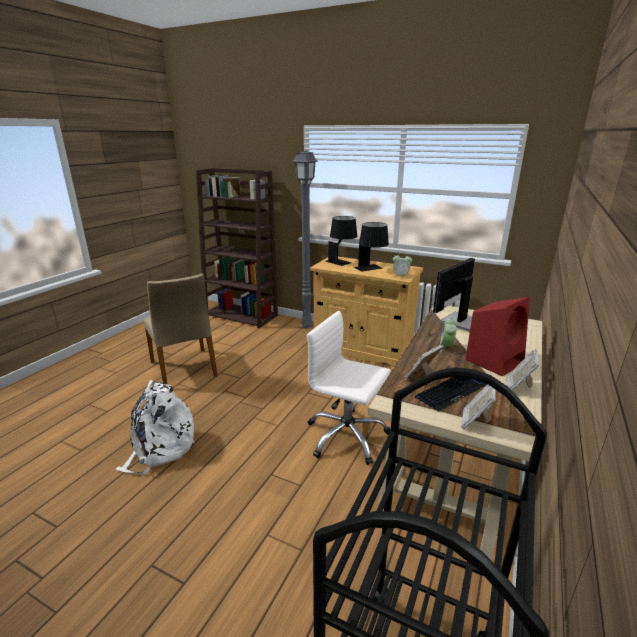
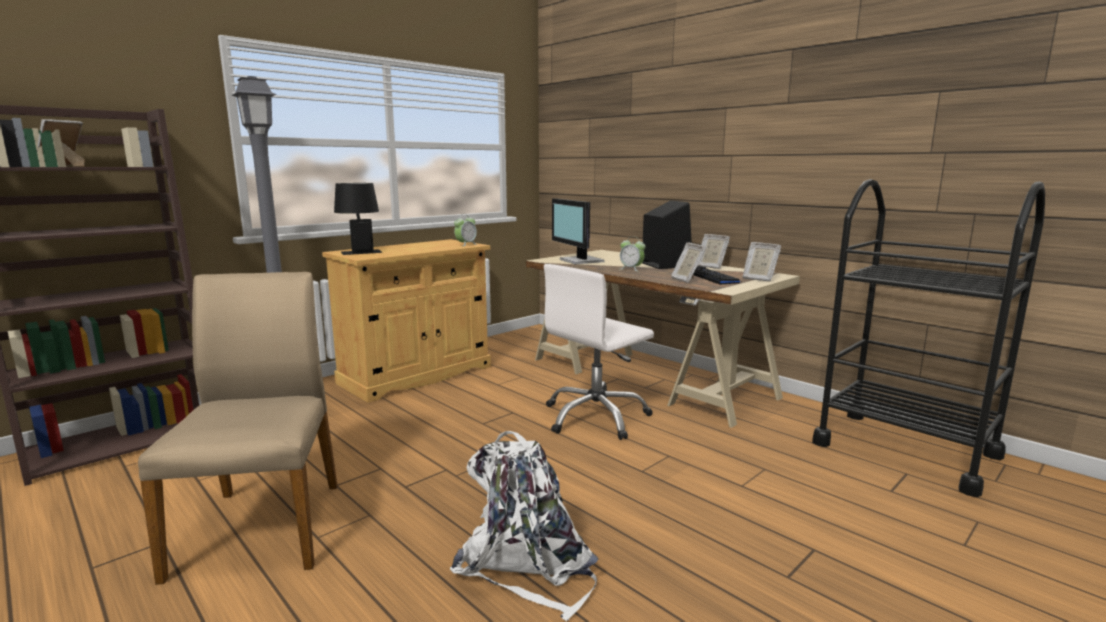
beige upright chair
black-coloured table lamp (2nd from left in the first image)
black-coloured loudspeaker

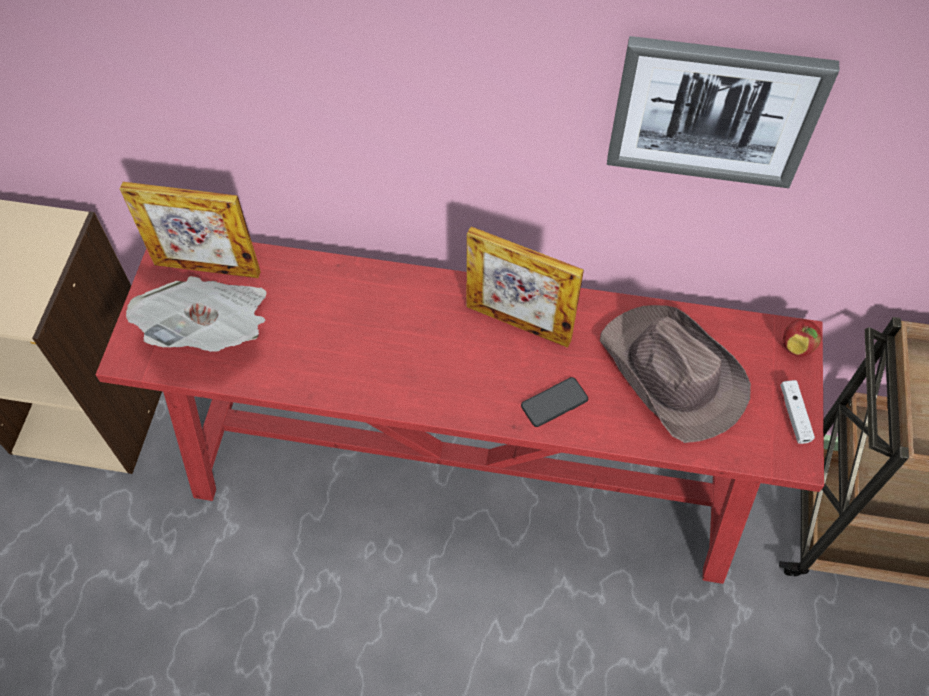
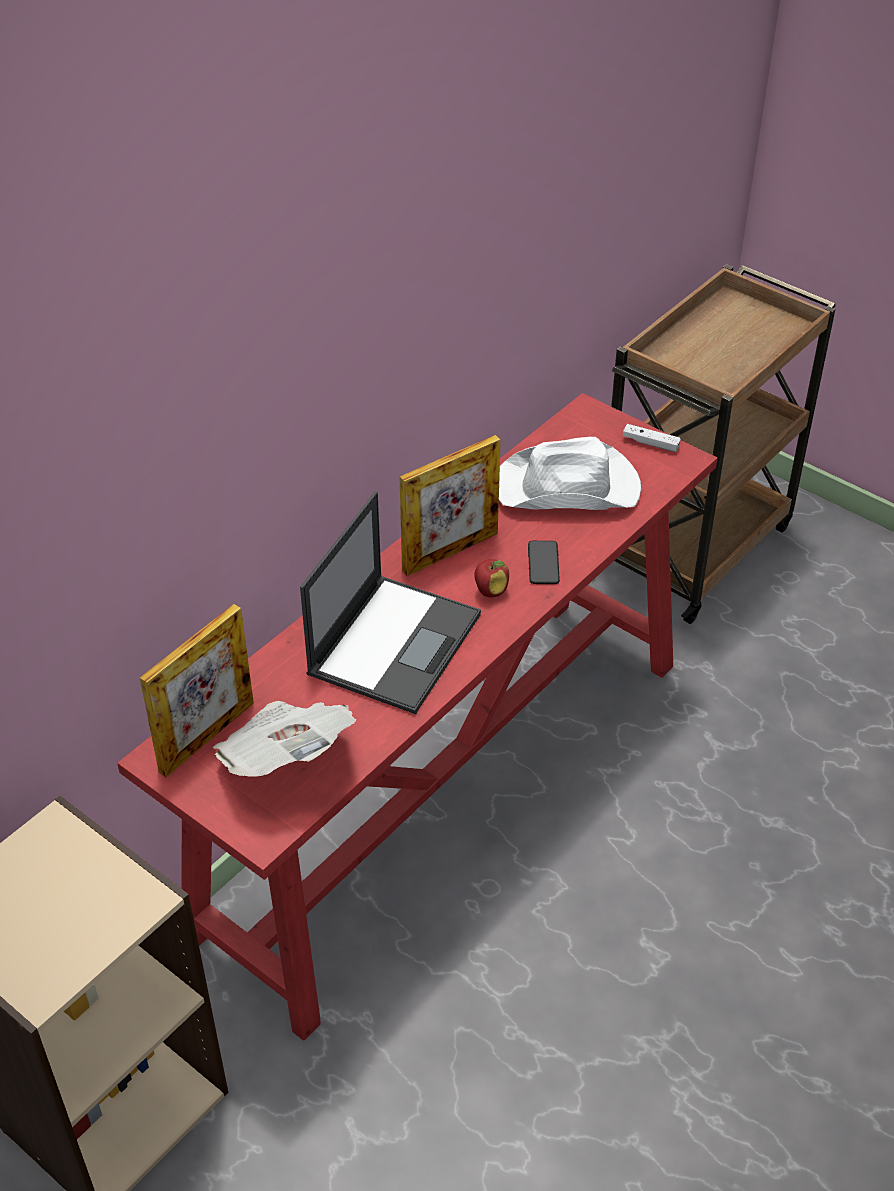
whitish clothing hat
wall picture
apple fruit
notebook computer

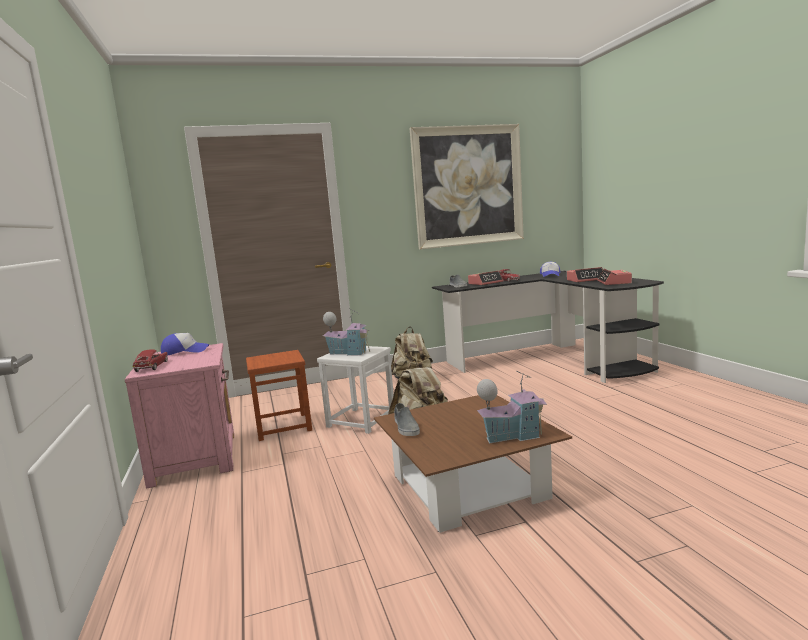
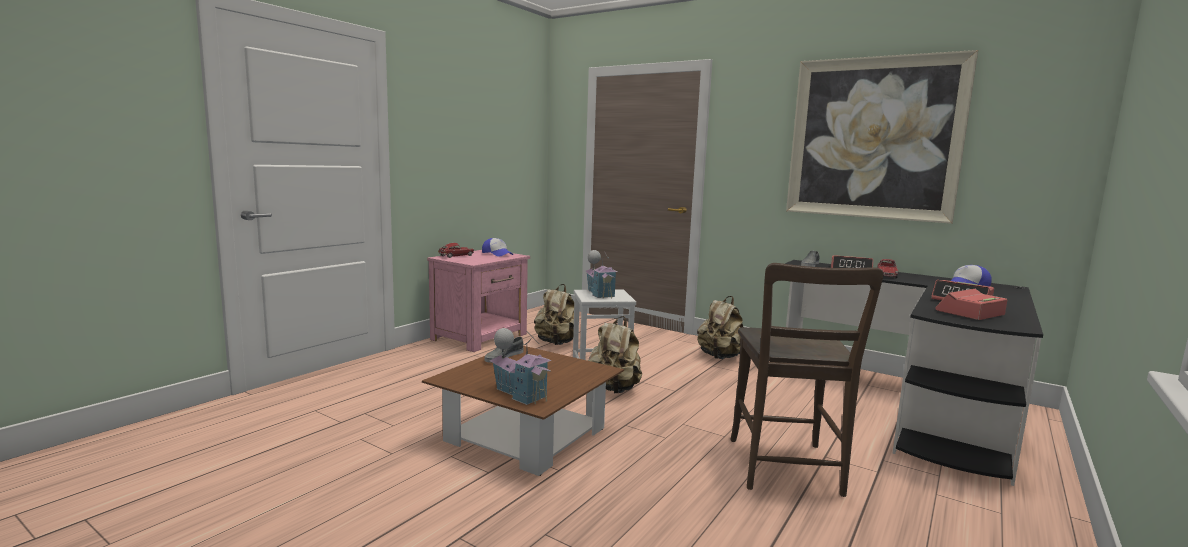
beige rucksack (1st from left)
brown-coloured upright chair

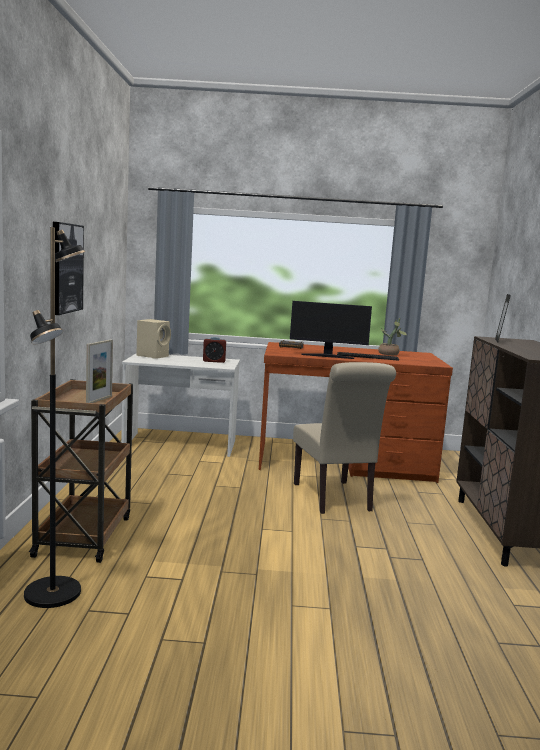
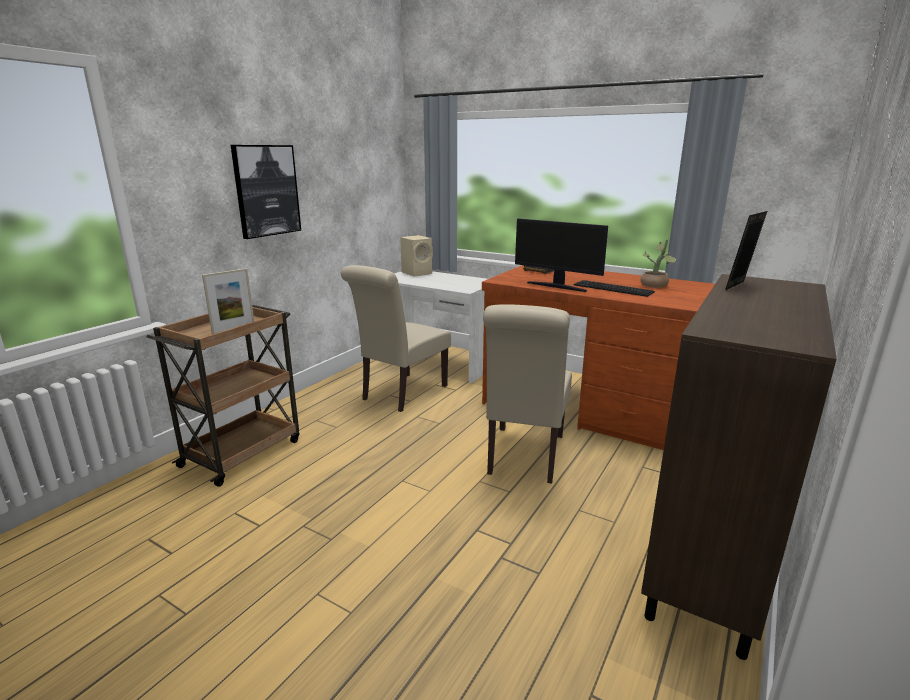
black-coloured standard lamp
table clock
beige upright chair (1st from left)

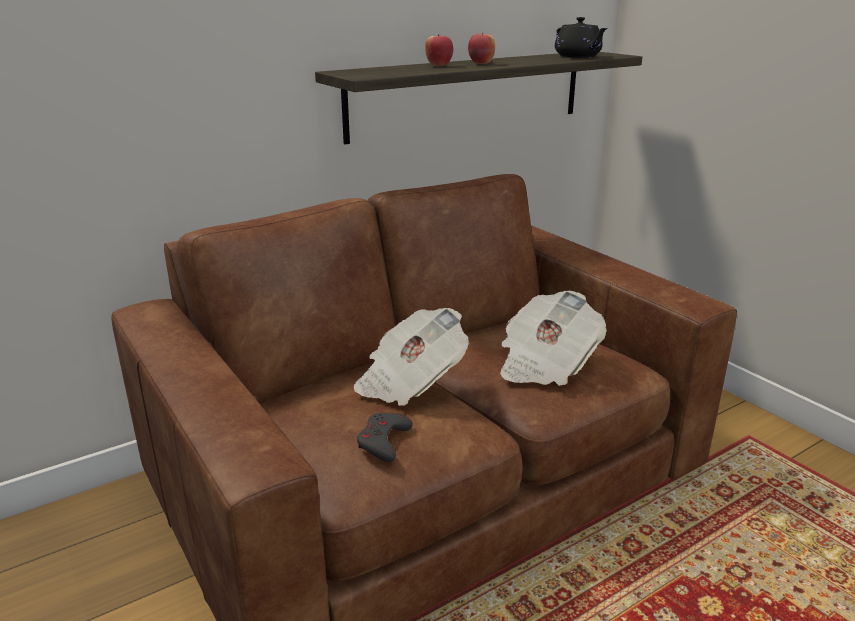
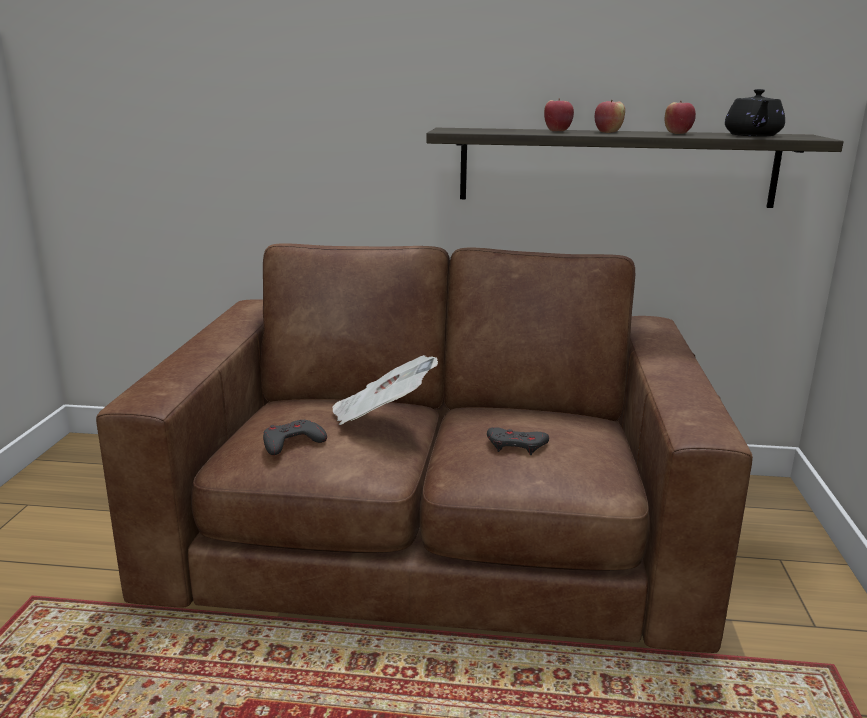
grey gamepad (2nd from left)
apple fruit (3rd from left)

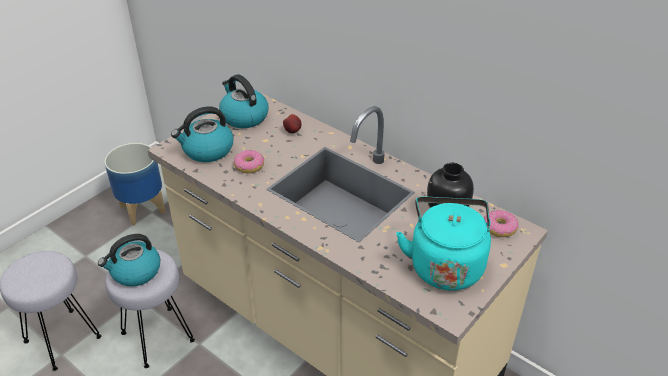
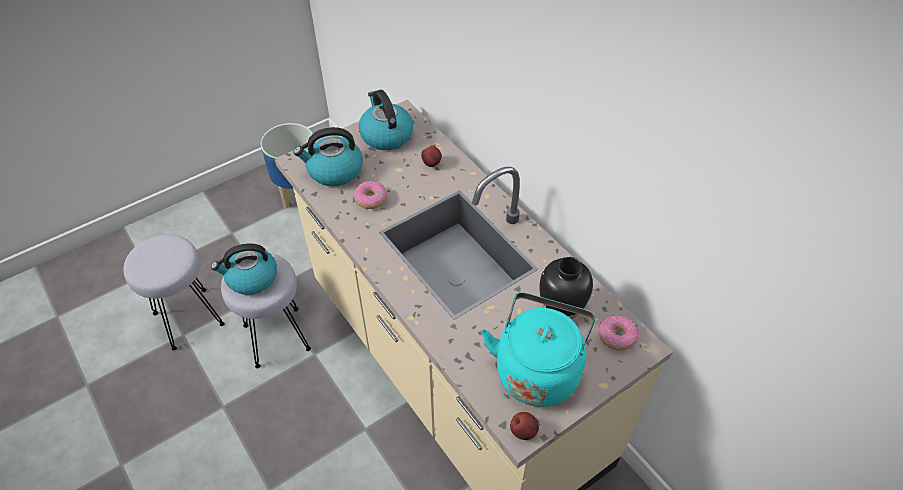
apple fruit (2nd from left)

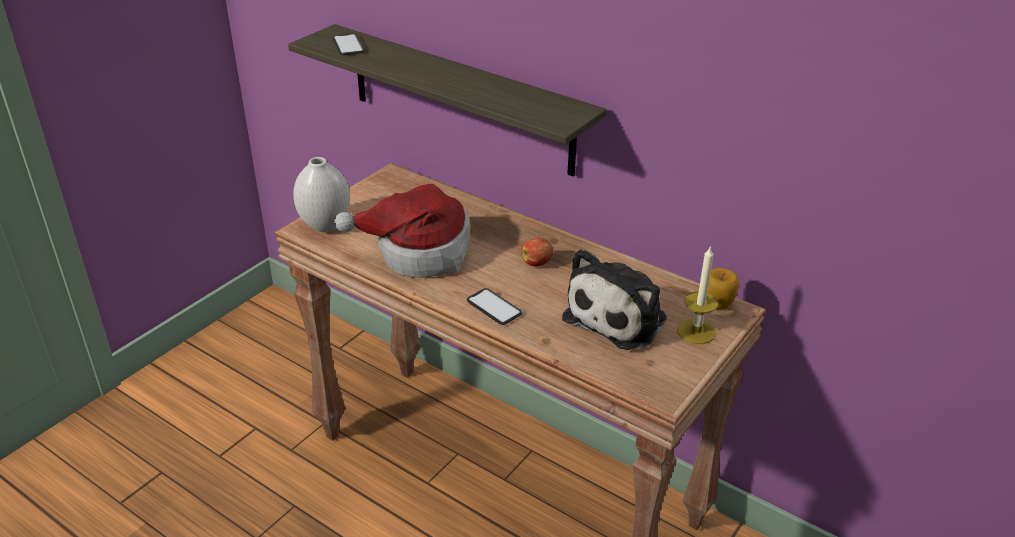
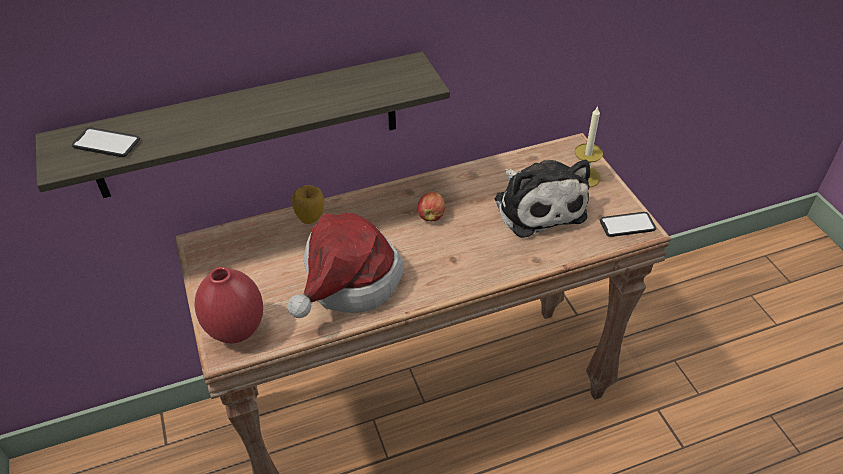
reddish flower vase
phone (2nd from left)
apple fruit (1st from left)

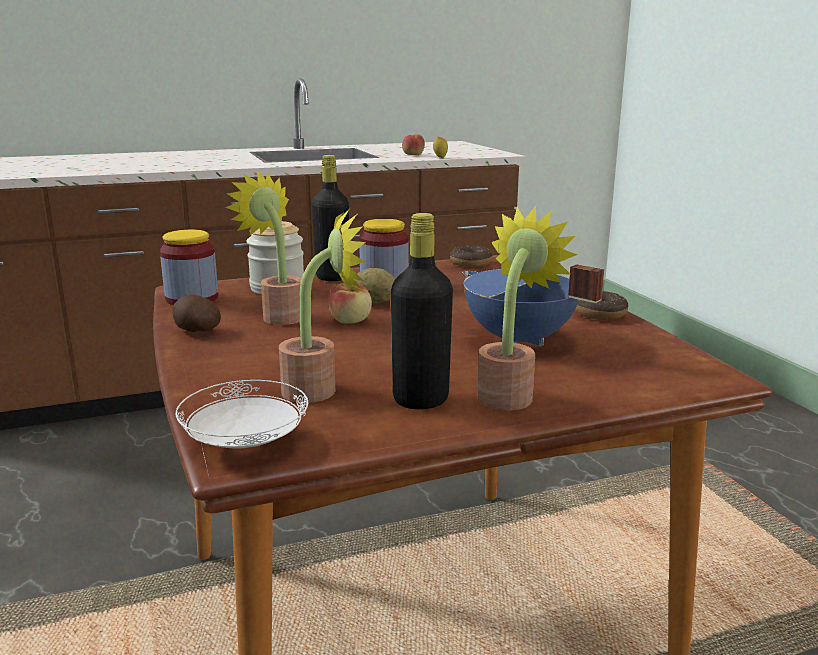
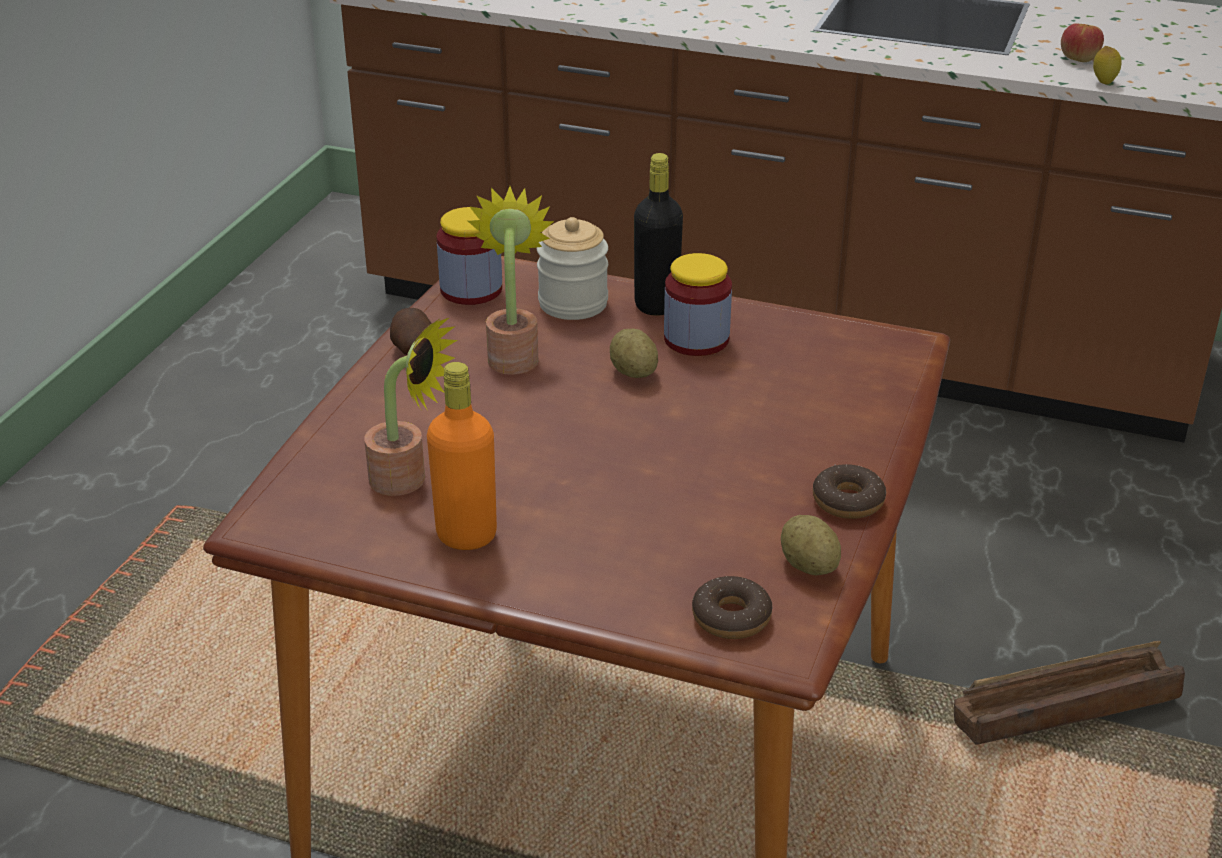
whitish plate
apple fruit (1st from left in the first image)
orangey beverage bottle
doughnut (1st from left)
blue cooking pot
potted plant (3rd from left in the first image)
potato (3rd from left)
packing crate

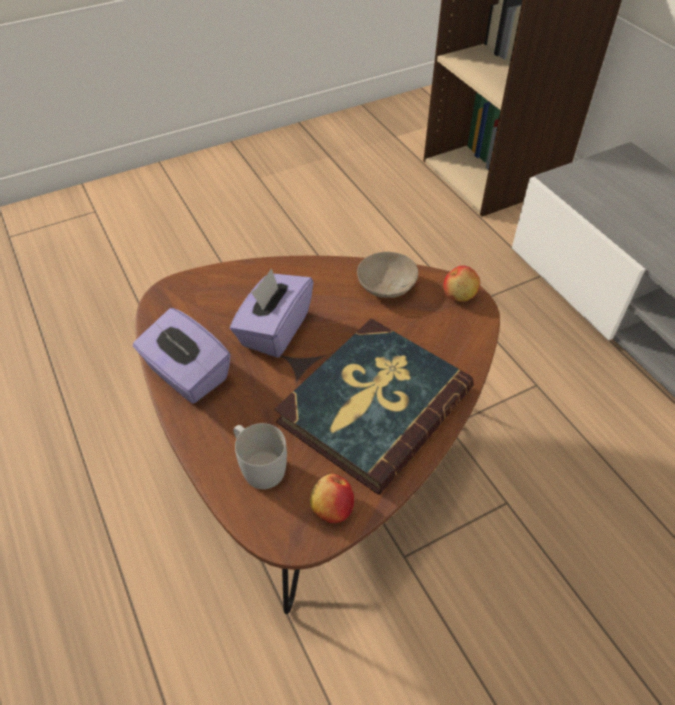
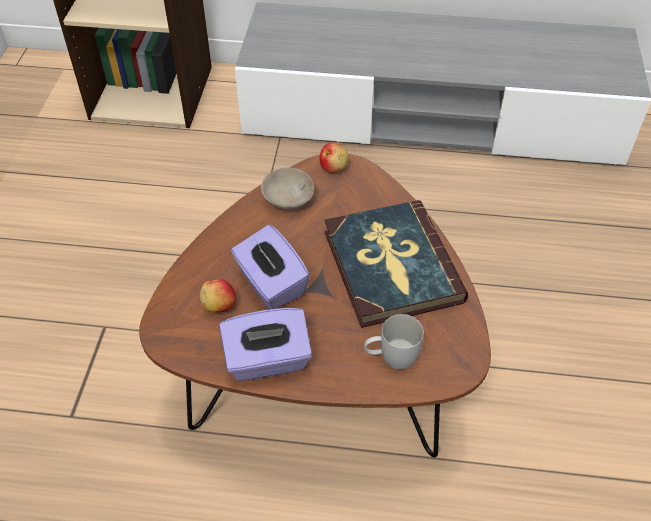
apple fruit (1st from left)

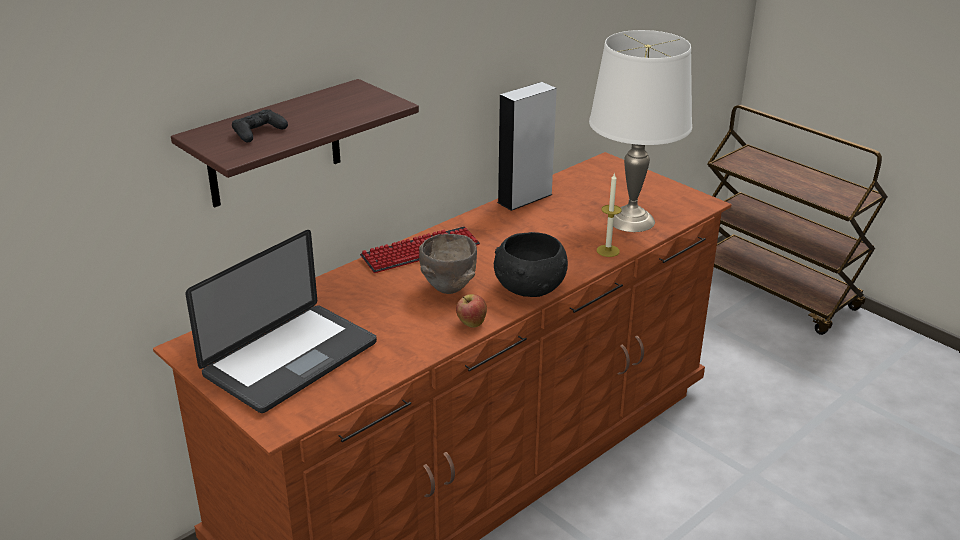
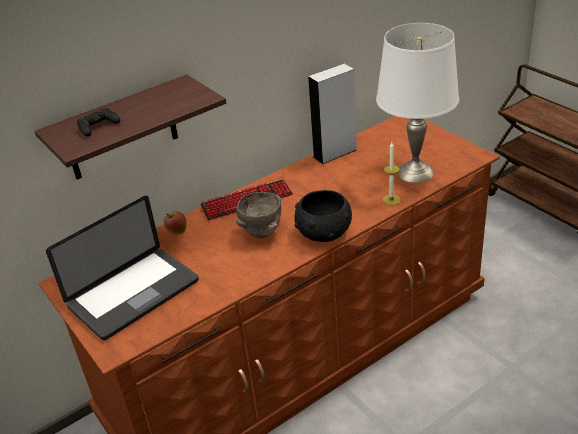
apple fruit

